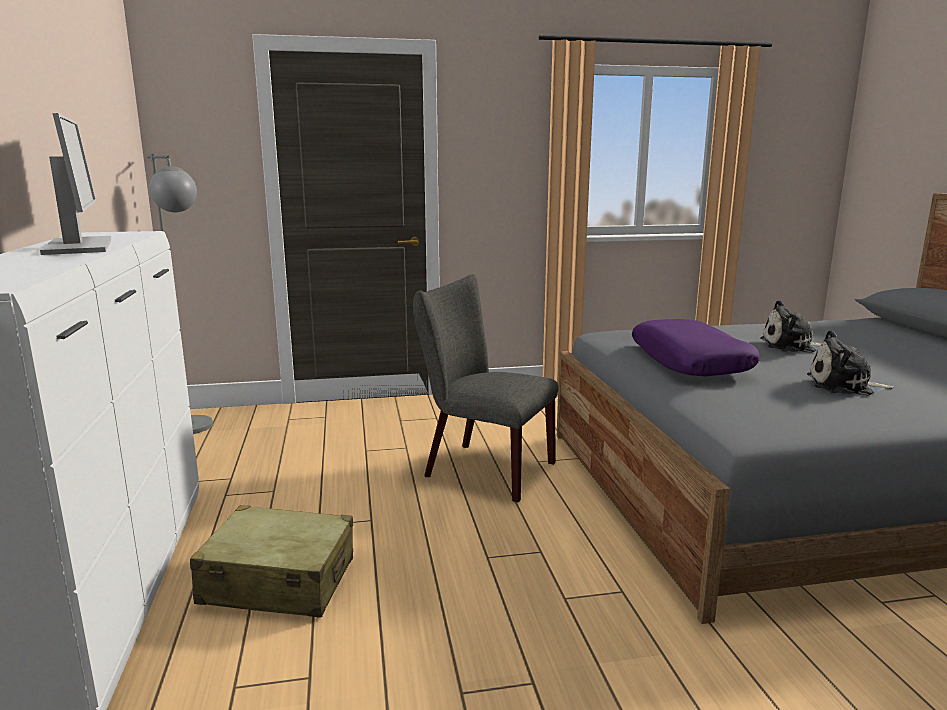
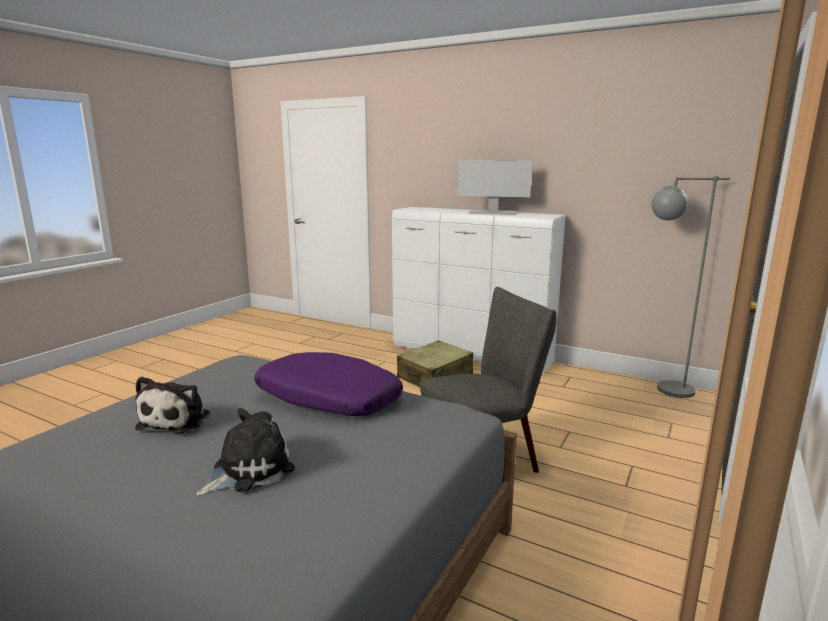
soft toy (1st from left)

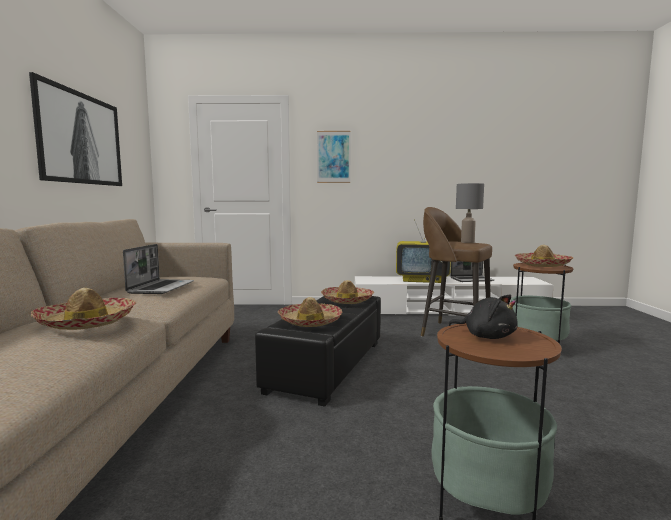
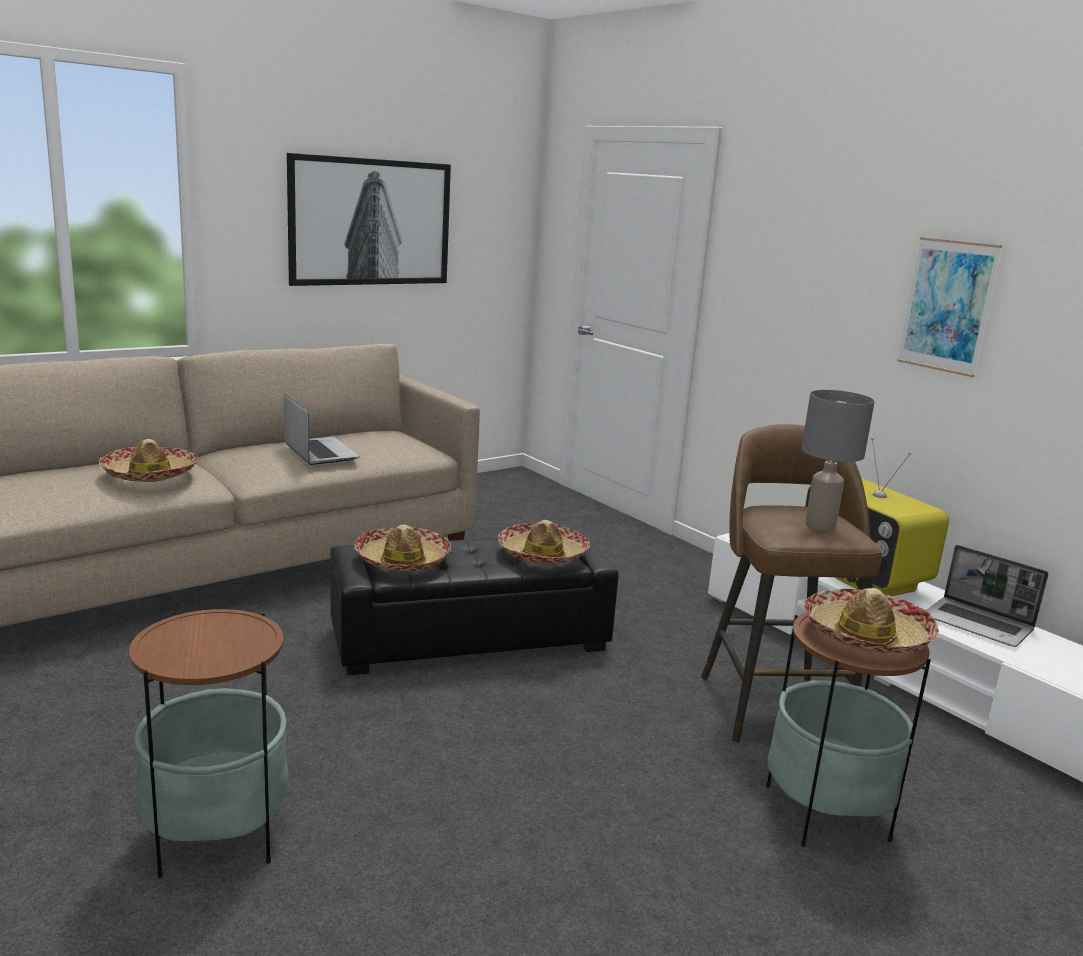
notebook computer (1st from left)
wall picture (2nd from left)
black-coloured soft toy

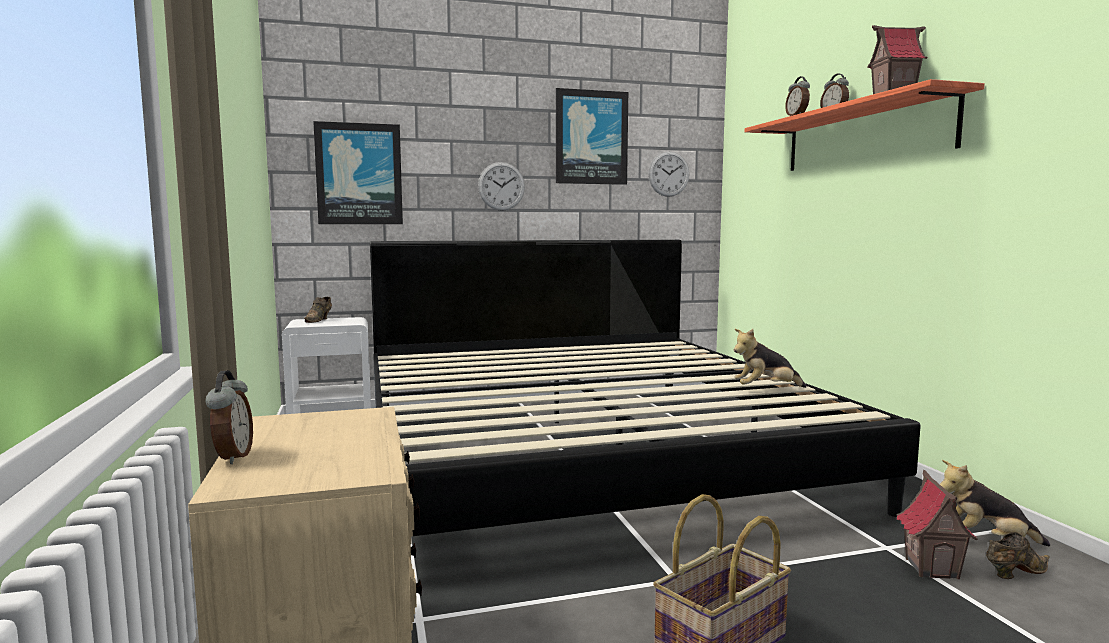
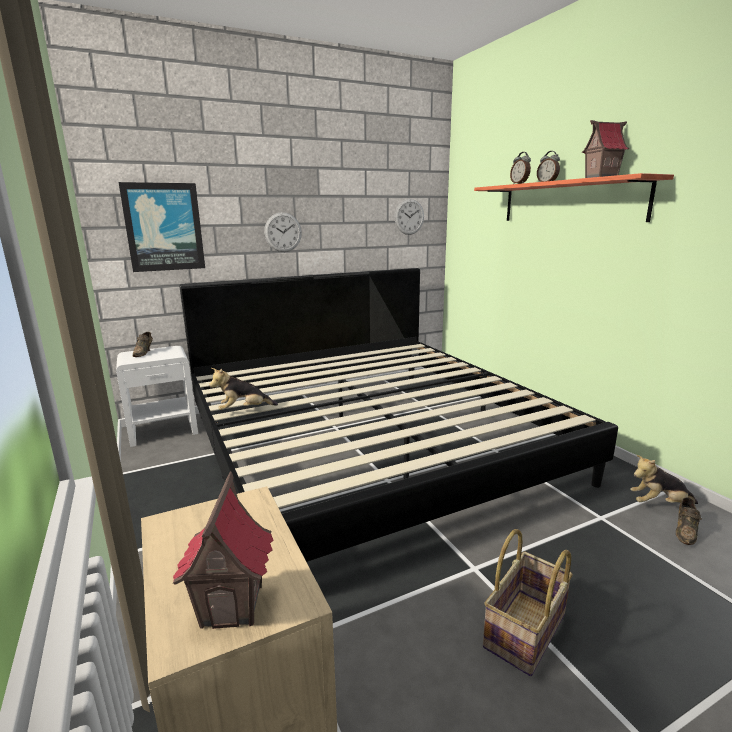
table clock (1st from left in the first image)
wall picture (2nd from left in the first image)
soft toy (1st from left)
toy house (1st from left)
brown-coloured low shoe (2nd from left)

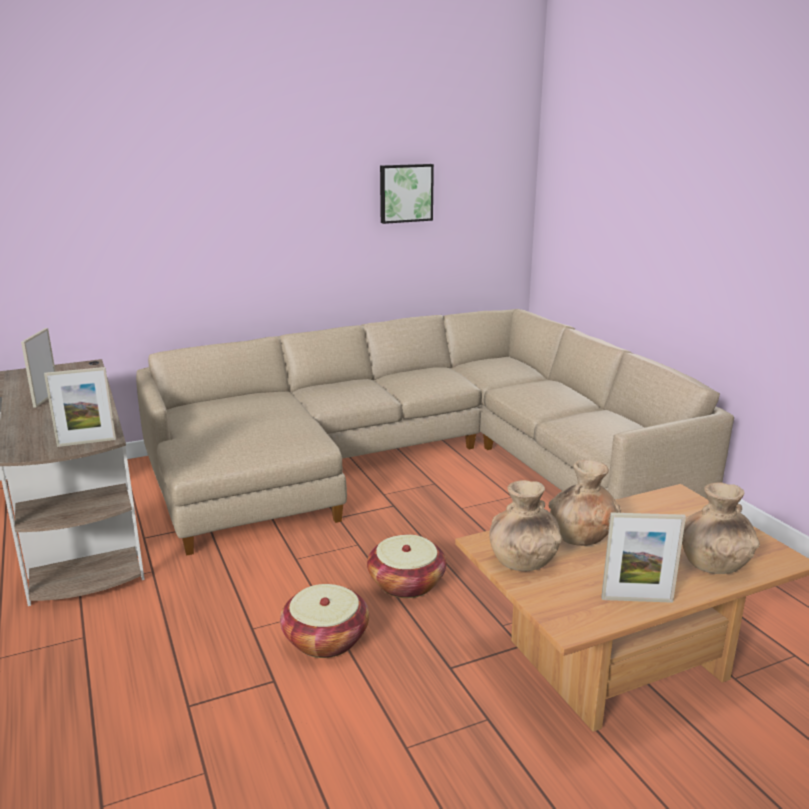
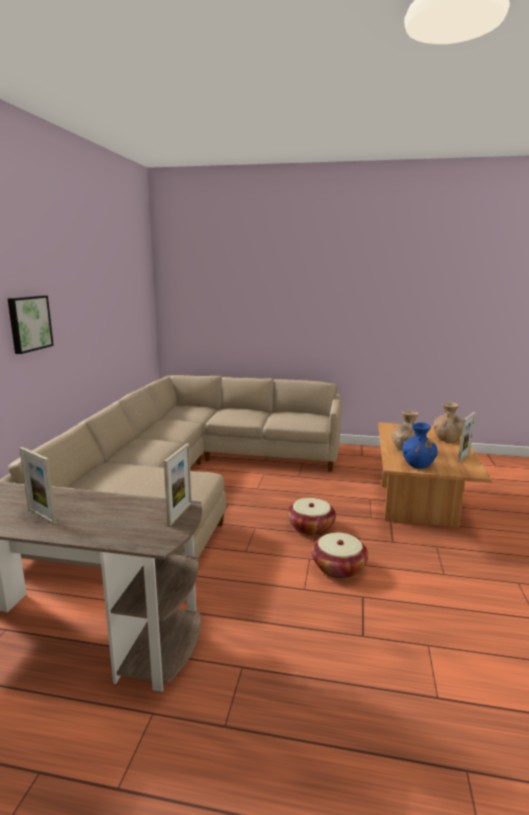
wall picture
blue flower vase

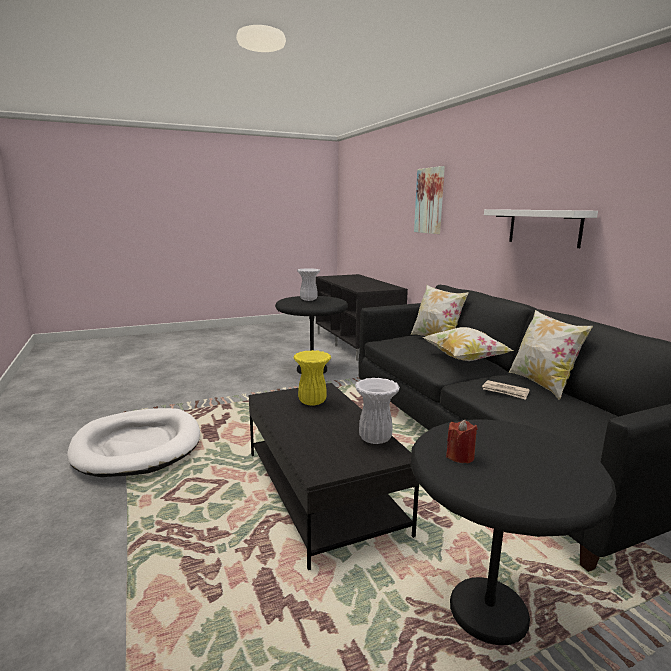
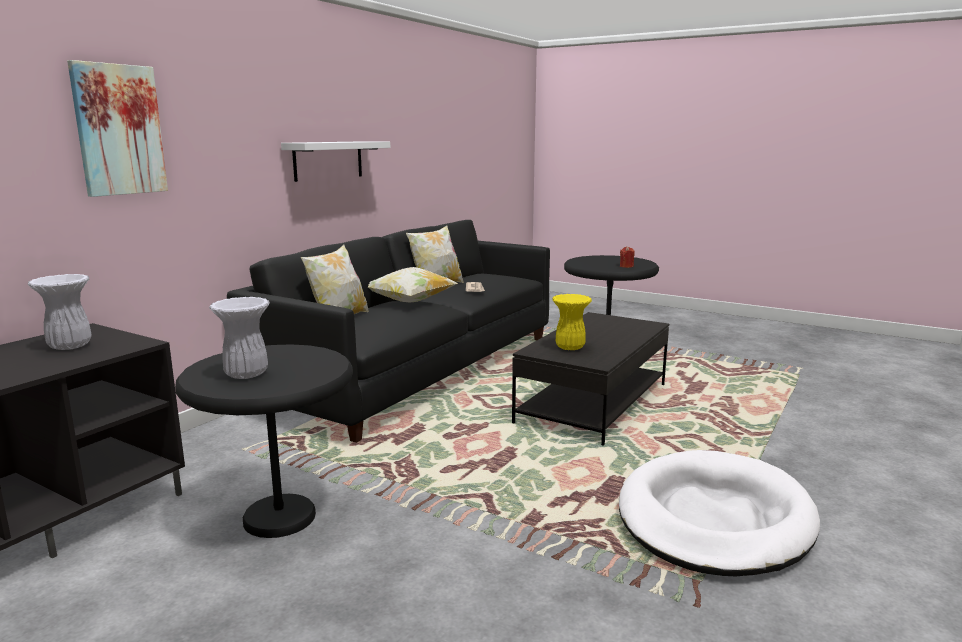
whitish flower vase (1st from left)

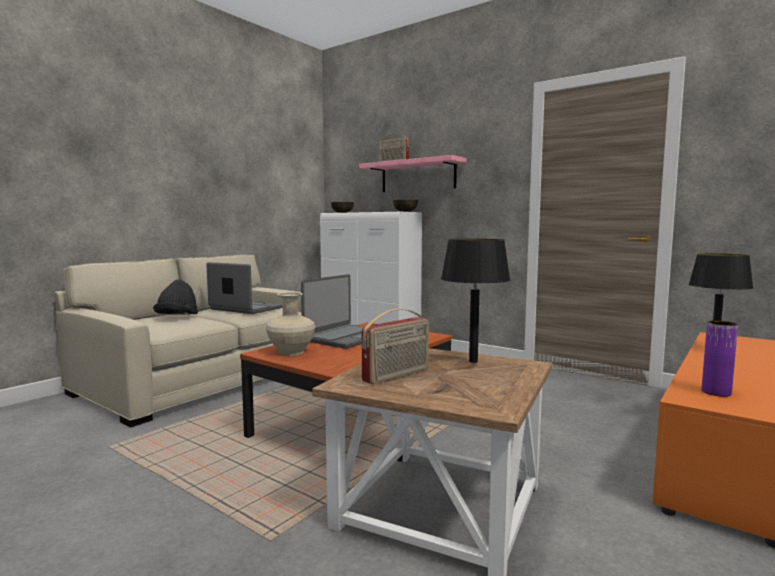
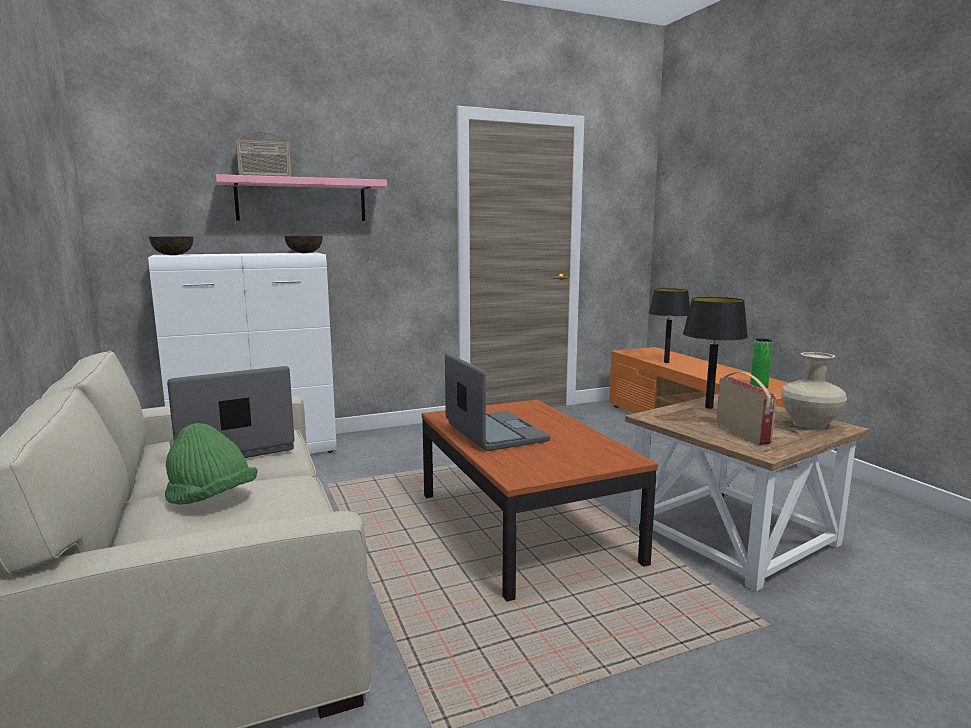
greenish clothing hat
beige flower vase
greenish flower vase

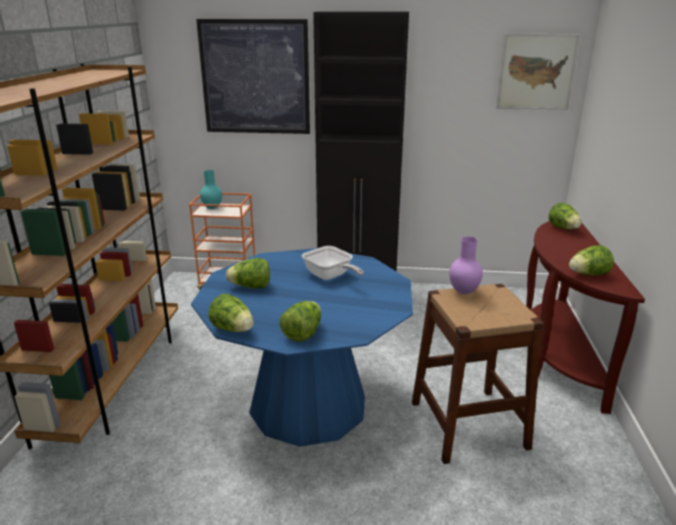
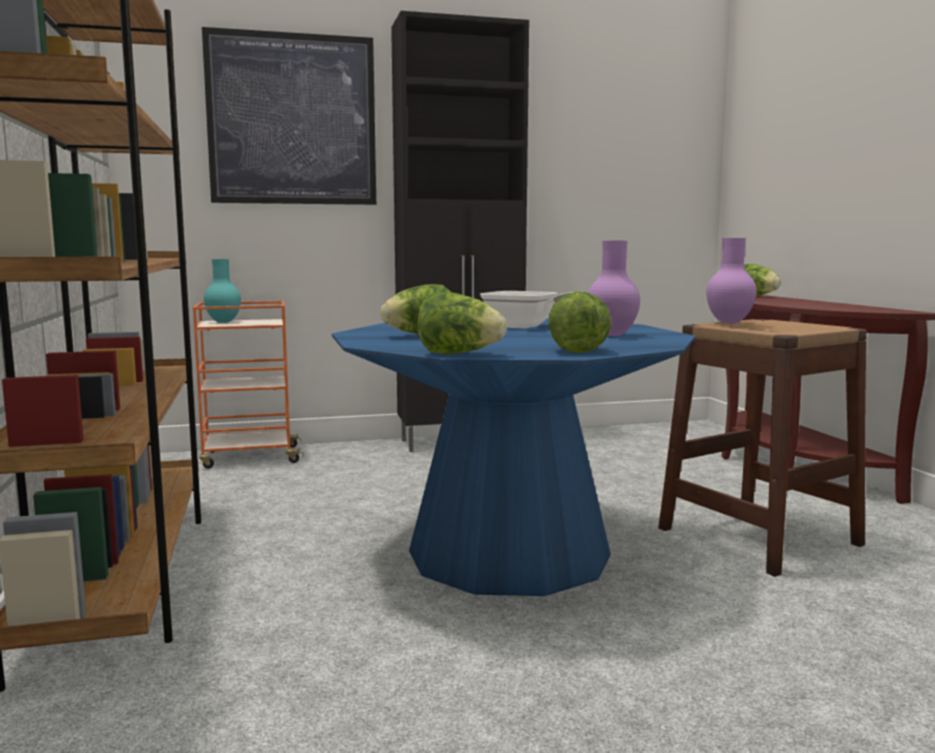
wall picture (2nd from left in the first image)
head of lettuce (5th from left in the first image)
purple flower vase (1st from left)

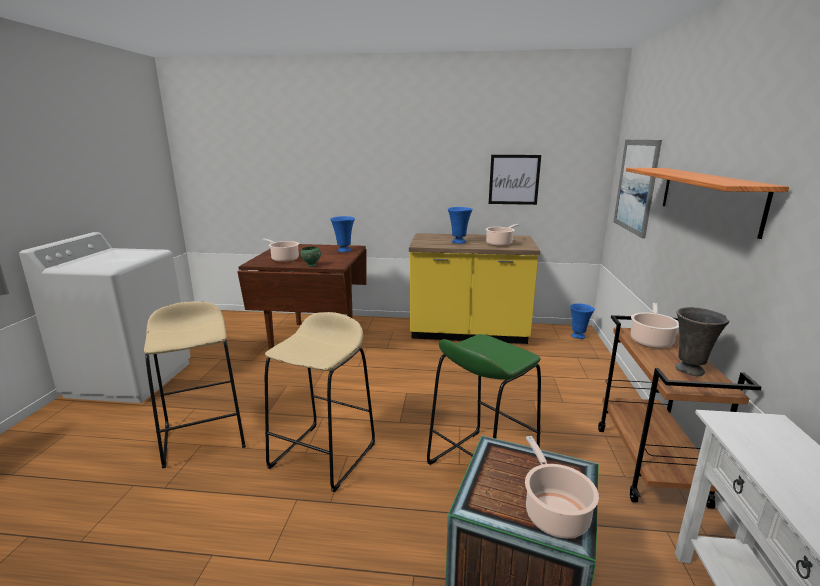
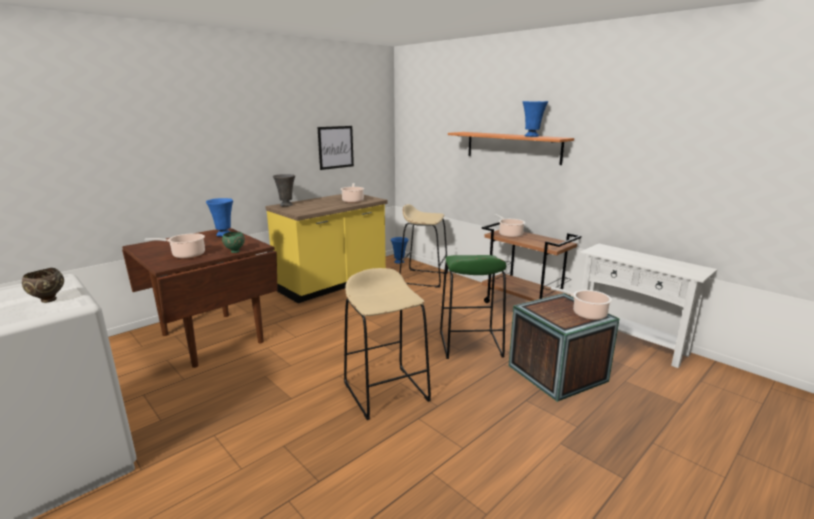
beige sitting stool (2nd from left)
blue flower vase (3rd from left)
wall picture (2nd from left in the first image)
grey flower vase
brown-coloured bowl

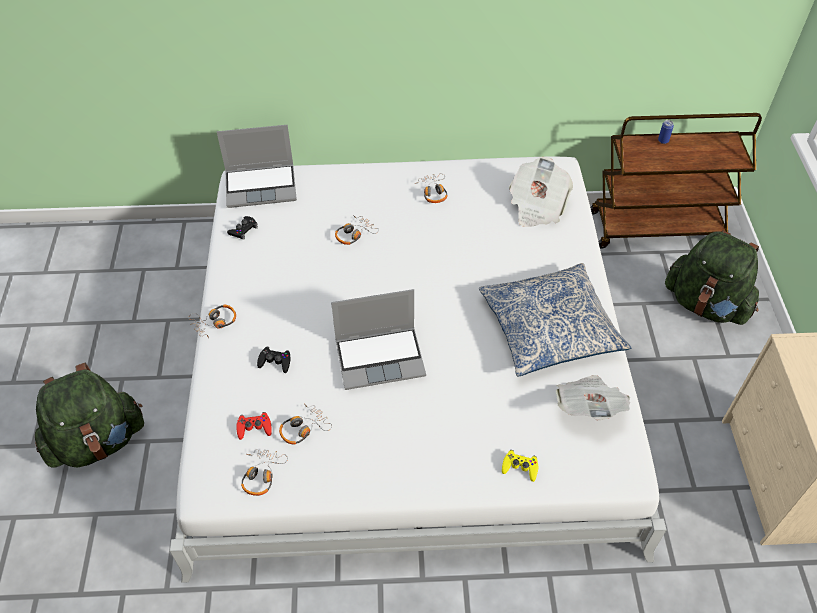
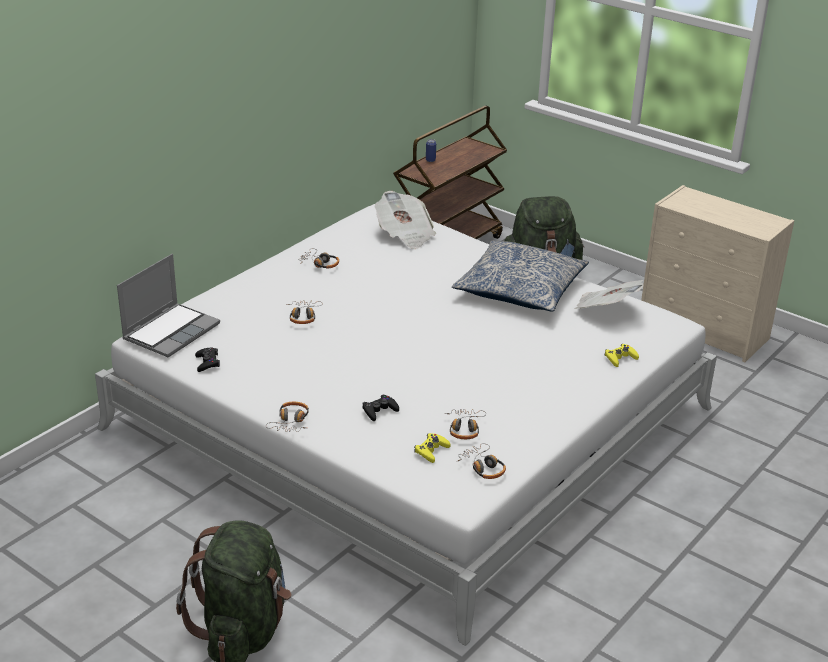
yellow-coloured gamepad (1st from left)
notebook computer (2nd from left in the first image)

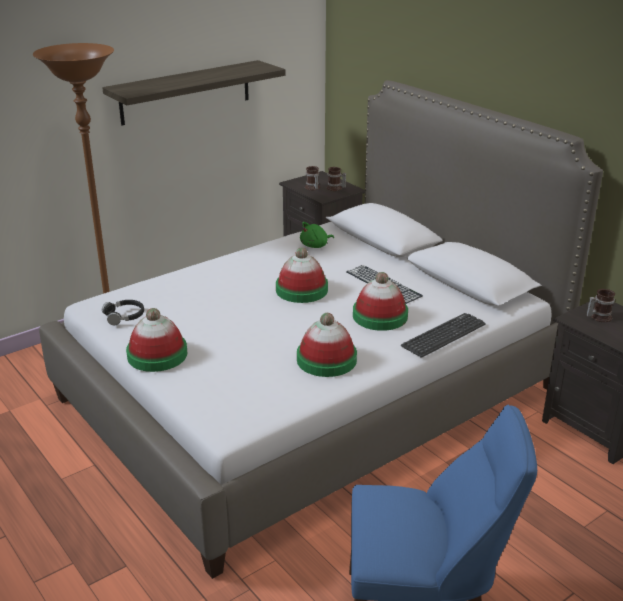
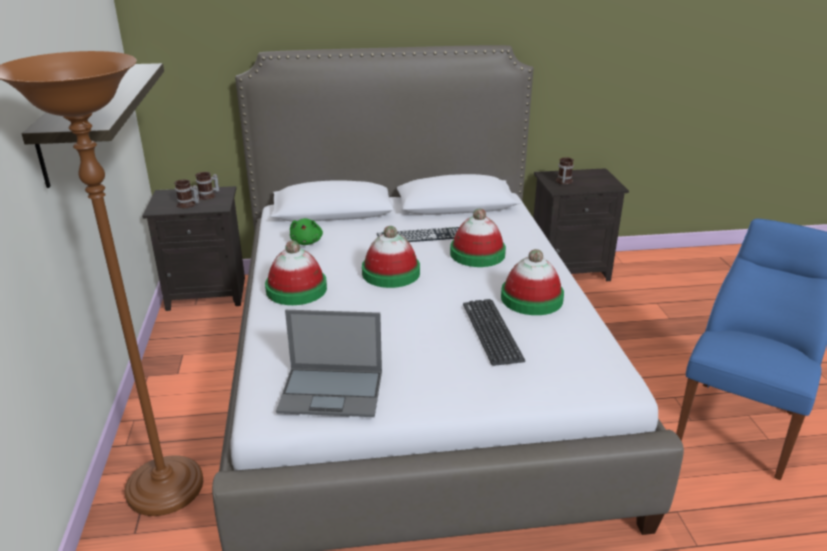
notebook computer
clothing hat (1st from left)
PC keyboard (2nd from left)

